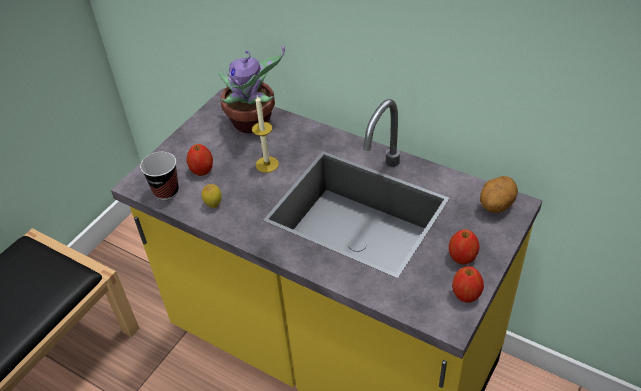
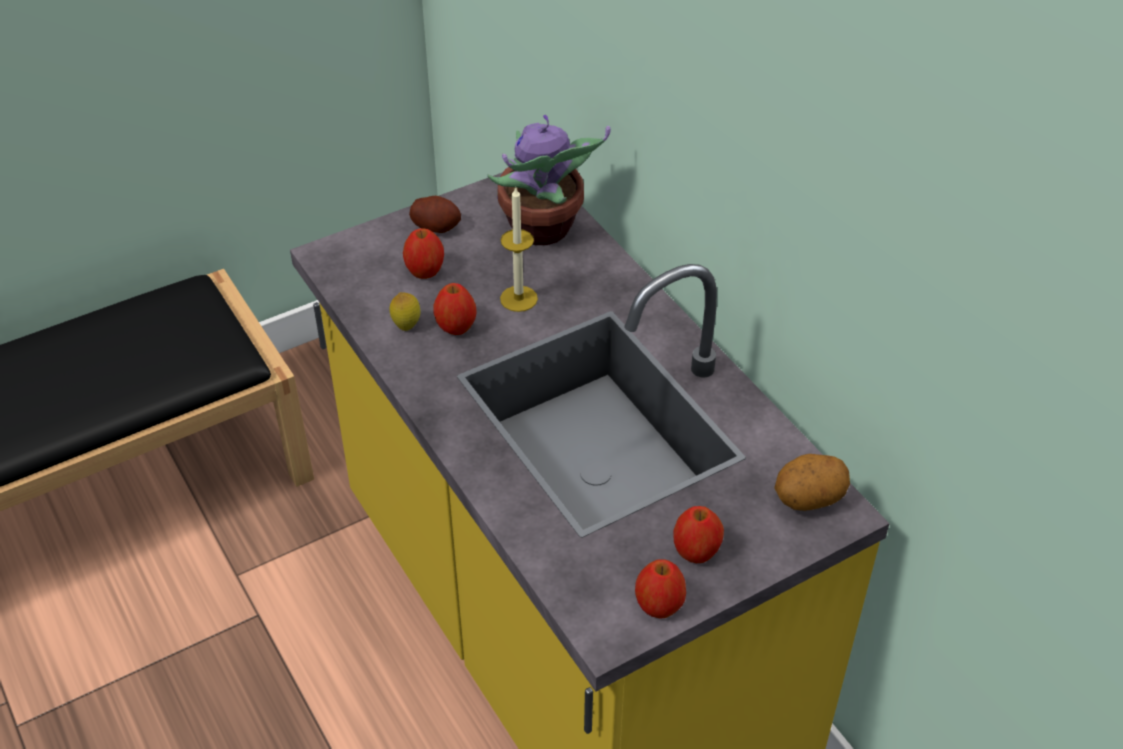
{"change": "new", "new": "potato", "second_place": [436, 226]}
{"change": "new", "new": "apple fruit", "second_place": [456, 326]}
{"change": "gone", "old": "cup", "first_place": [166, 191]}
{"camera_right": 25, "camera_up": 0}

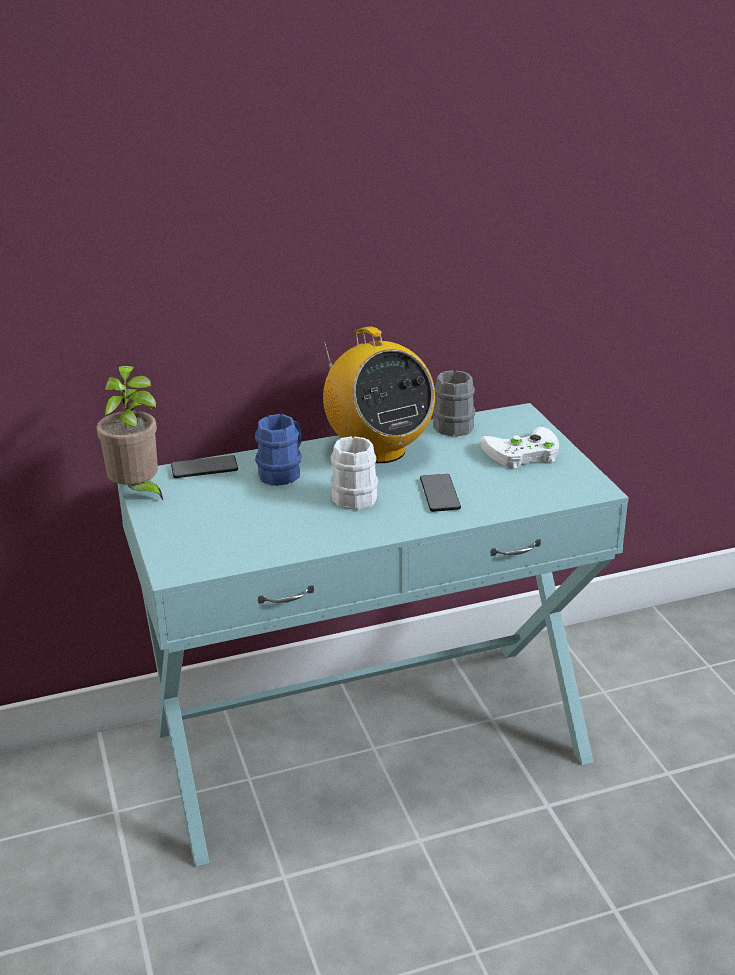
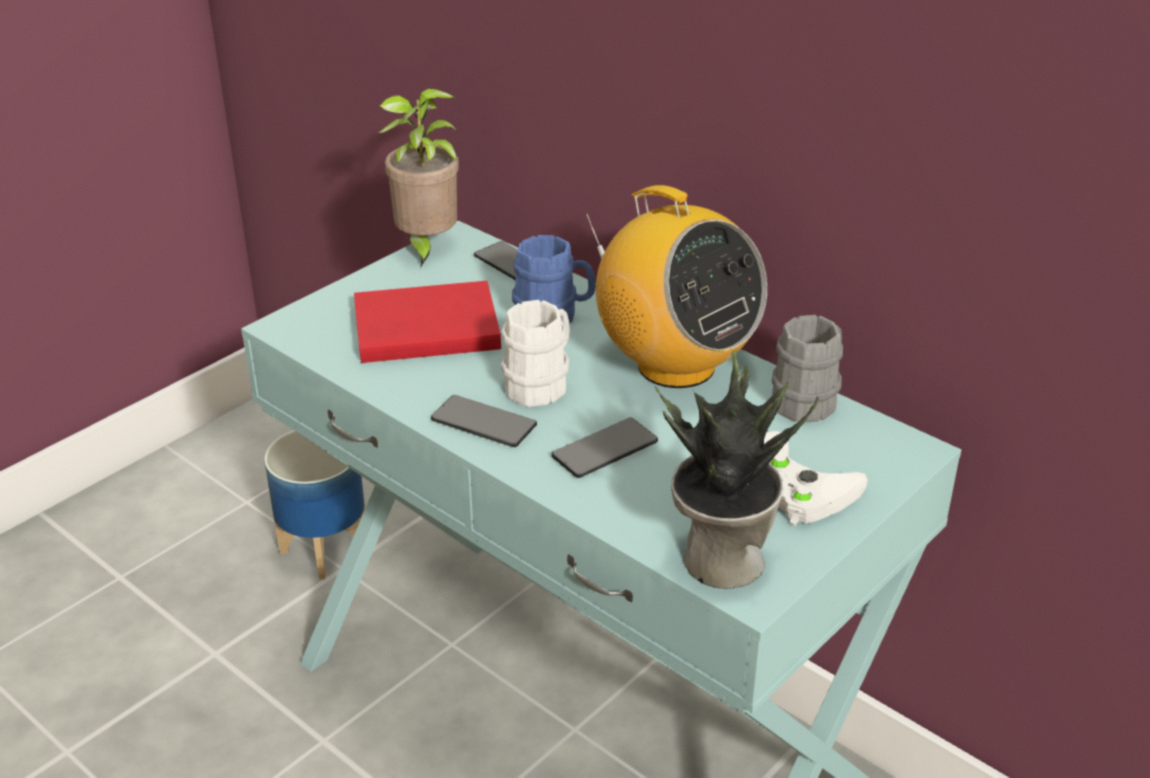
{"change": "new", "new": "plant pot", "second_place": [325, 548]}
{"change": "new", "new": "book (reddish)", "second_place": [422, 327]}
{"change": "new", "new": "telephone", "second_place": [484, 423]}
{"change": "rotated", "old": "radio", "first_place": [378, 450], "second_place": [674, 365], "degrees": -75}
{"change": "new", "new": "potted plant", "second_place": [719, 560]}
{"camera_right": 60, "camera_up": 5}

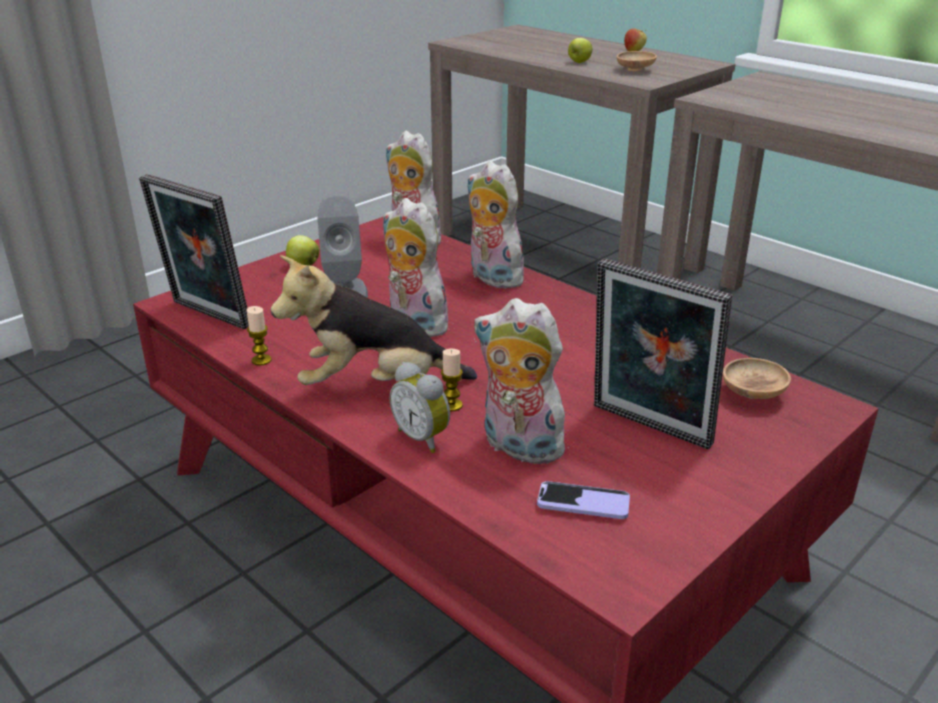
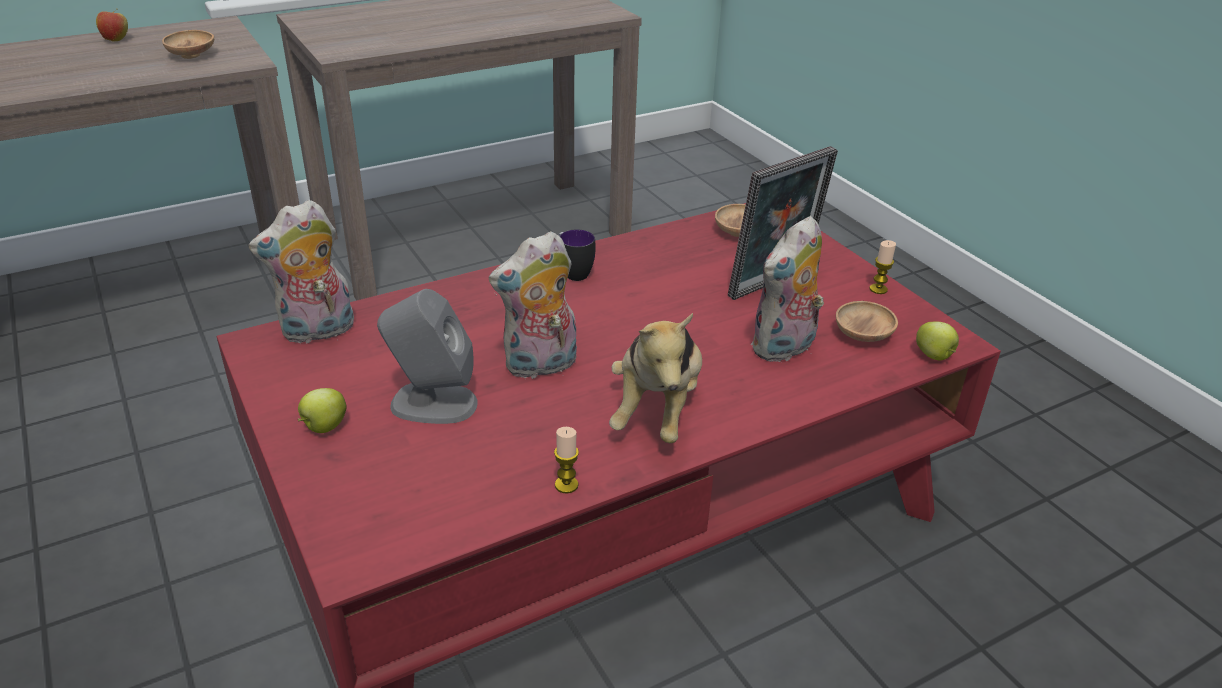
{"change": "new", "new": "tea mug", "second_place": [573, 272]}
{"change": "swapped", "old": "telephone", "new": "deep dish (brown)", "first_place": [583, 503], "second_place": [863, 335]}
{"change": "shifted", "old": "candle", "first_place": [452, 405], "second_place": [878, 289]}
{"change": "shifted", "old": "apple fruit", "first_place": [579, 62], "second_place": [934, 356]}
{"change": "gone", "old": "photo frame", "first_place": [206, 316]}
{"change": "gone", "old": "alarm clock", "first_place": [423, 438]}
{"change": "gone", "old": "plush toy", "first_place": [491, 278]}
{"camera_right": -75, "camera_up": 5}

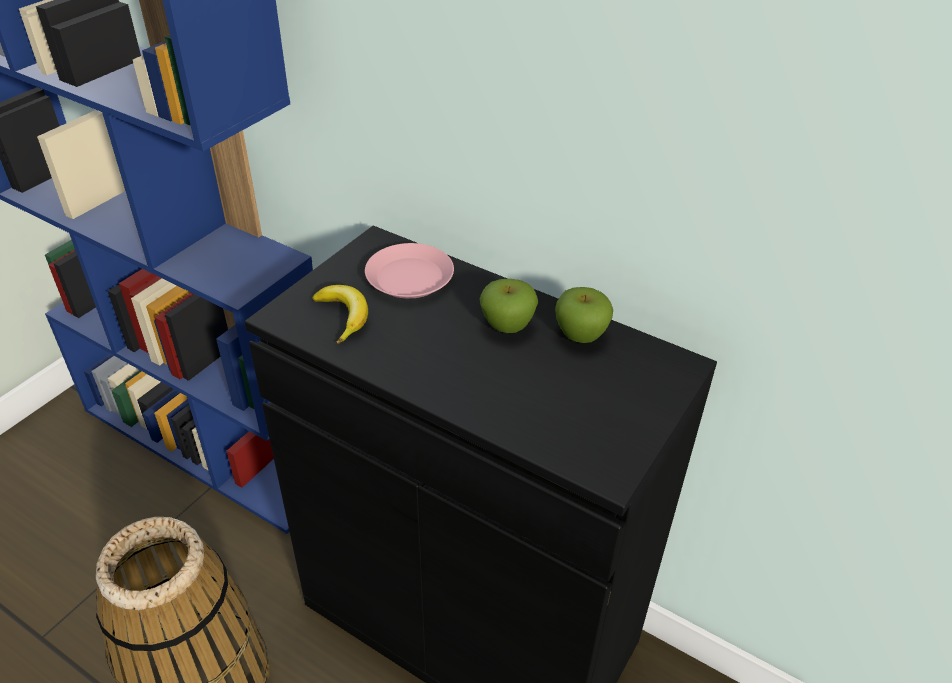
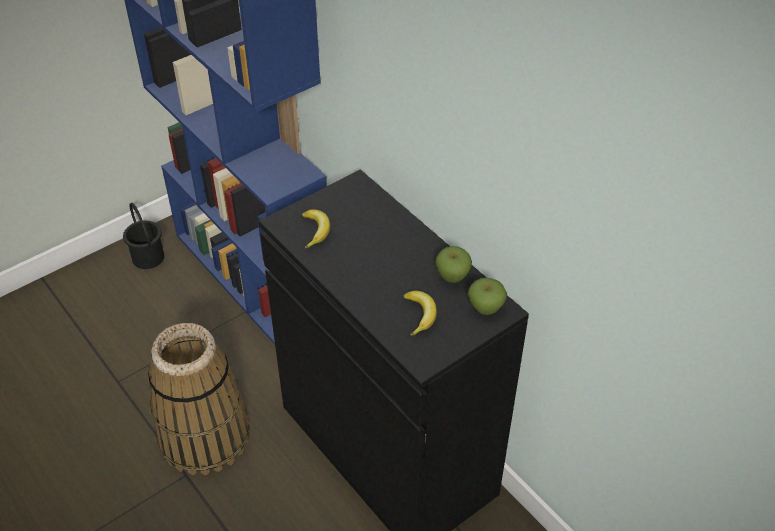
{"change": "new", "new": "bucket (blackish)", "second_place": [147, 258]}
{"change": "new", "new": "banana fruit", "second_place": [420, 315]}
{"change": "shifted", "old": "apple fruit", "first_place": [507, 326], "second_place": [485, 308]}
{"change": "gone", "old": "dinner plate (pinkish)", "first_place": [409, 278]}
{"camera_right": 20, "camera_up": 5}

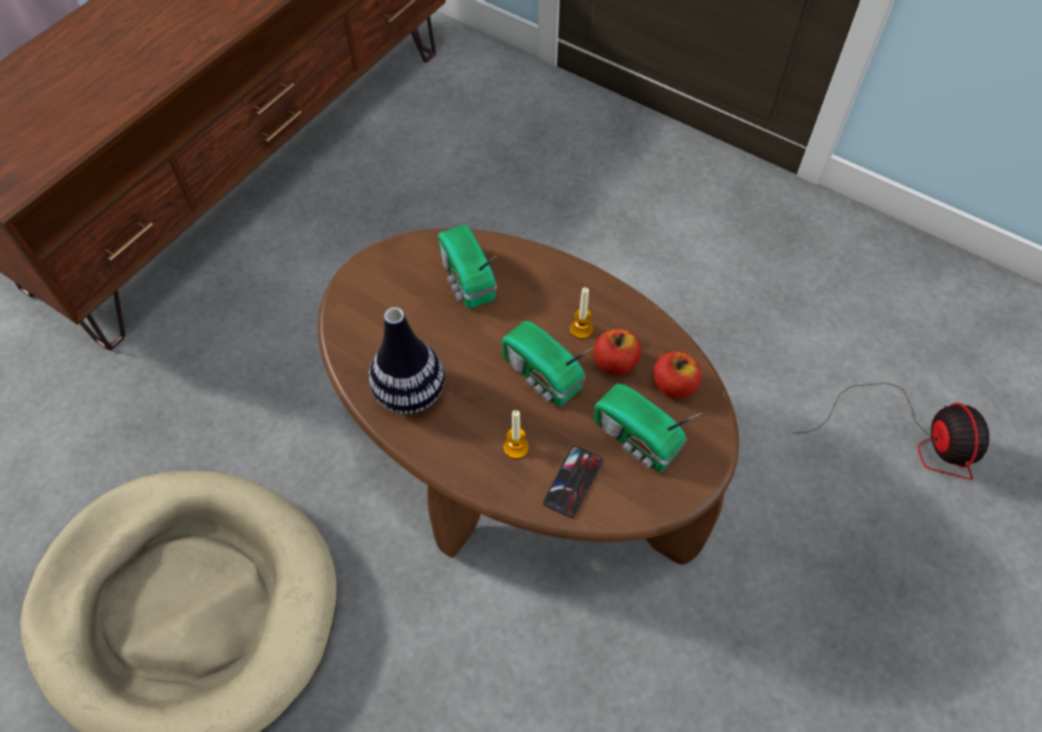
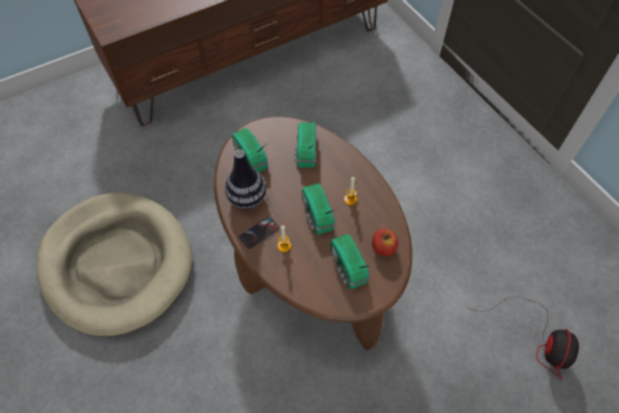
{"change": "new", "new": "radio", "second_place": [250, 158]}
{"change": "shifted", "old": "telephone", "first_place": [573, 481], "second_place": [259, 233]}
{"change": "gone", "old": "apple fruit", "first_place": [615, 362]}
{"camera_right": 25, "camera_up": 0}

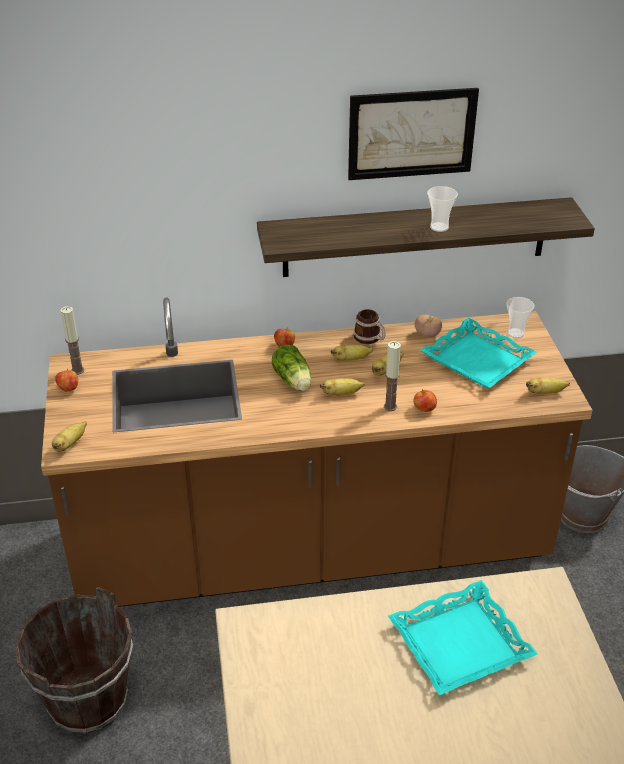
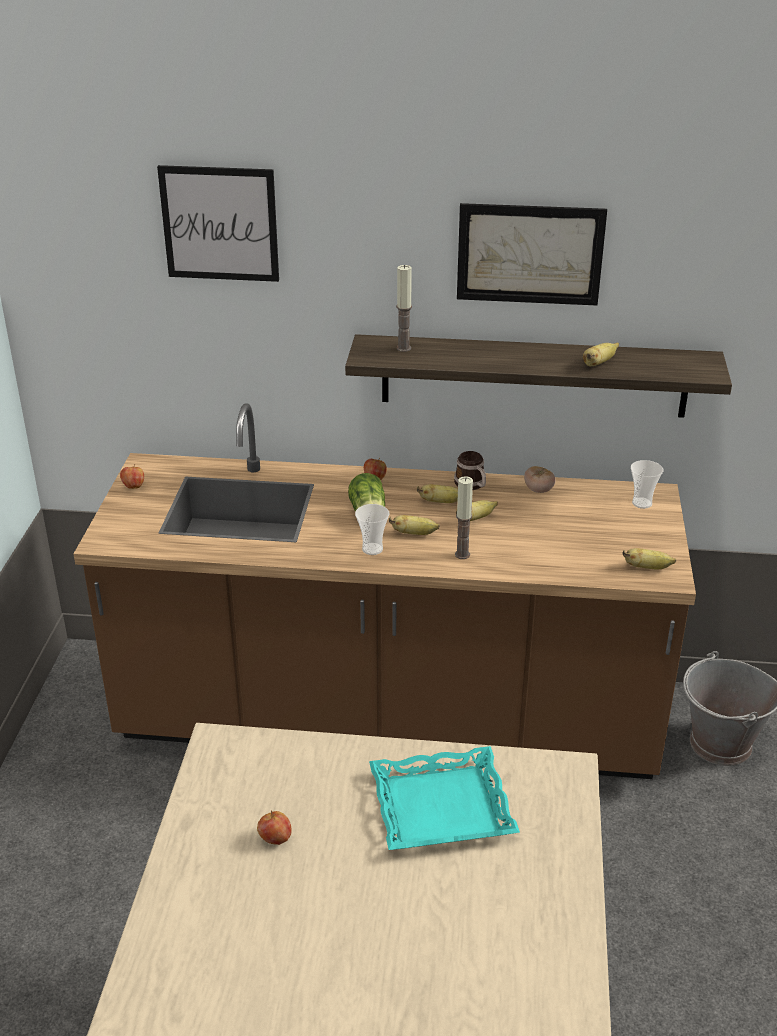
{"change": "new", "new": "picture", "second_place": [220, 224]}
{"change": "shifted", "old": "apple fruit", "first_place": [424, 409], "second_place": [275, 839]}
{"change": "shifted", "old": "cup", "first_place": [439, 227], "second_place": [372, 549]}
{"change": "shifted", "old": "candle", "first_place": [77, 370], "second_place": [404, 348]}
{"change": "shifted", "old": "banana fruit", "first_place": [70, 444], "second_place": [598, 363]}
{"change": "gone", "old": "bucket (brown)", "first_place": [87, 700]}
{"change": "gone", "old": "carrying tray (turquoise-coloured)", "first_place": [478, 360]}
{"camera_right": 15, "camera_up": -5}

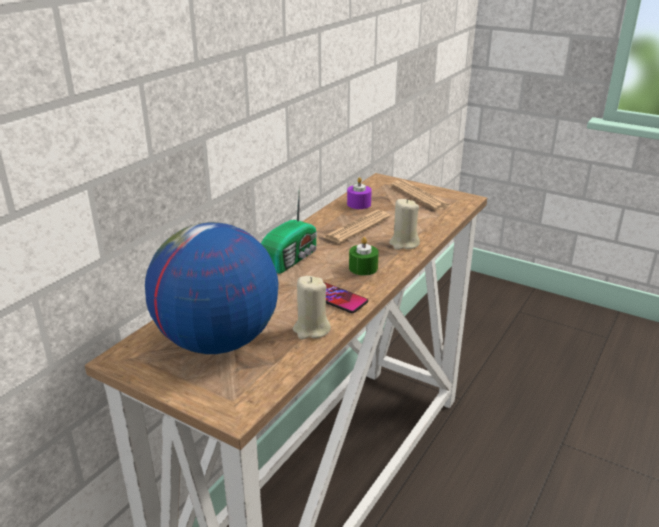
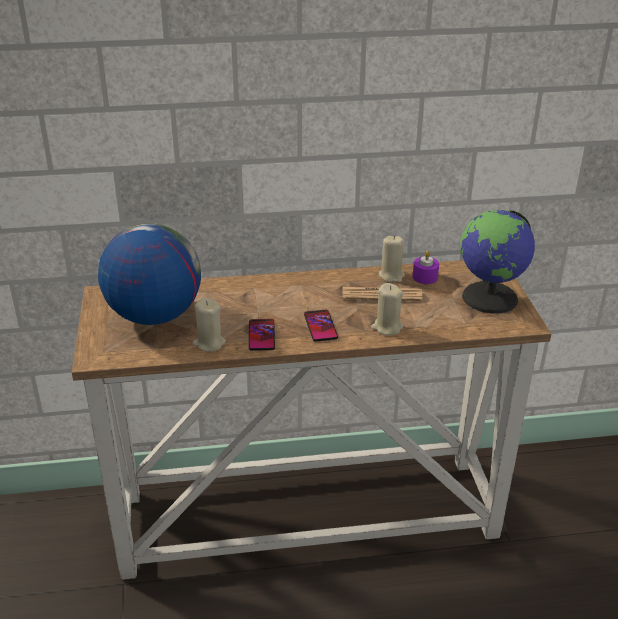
{"change": "swapped", "old": "candle (green)", "new": "telephone", "first_place": [363, 268], "second_place": [320, 326]}
{"change": "new", "new": "candle (beige-coloured)", "second_place": [391, 275]}
{"change": "swapped", "old": "newspaper", "new": "globe", "first_place": [420, 196], "second_place": [490, 298]}
{"change": "gone", "old": "radio", "first_place": [292, 259]}
{"camera_right": 50, "camera_up": 5}

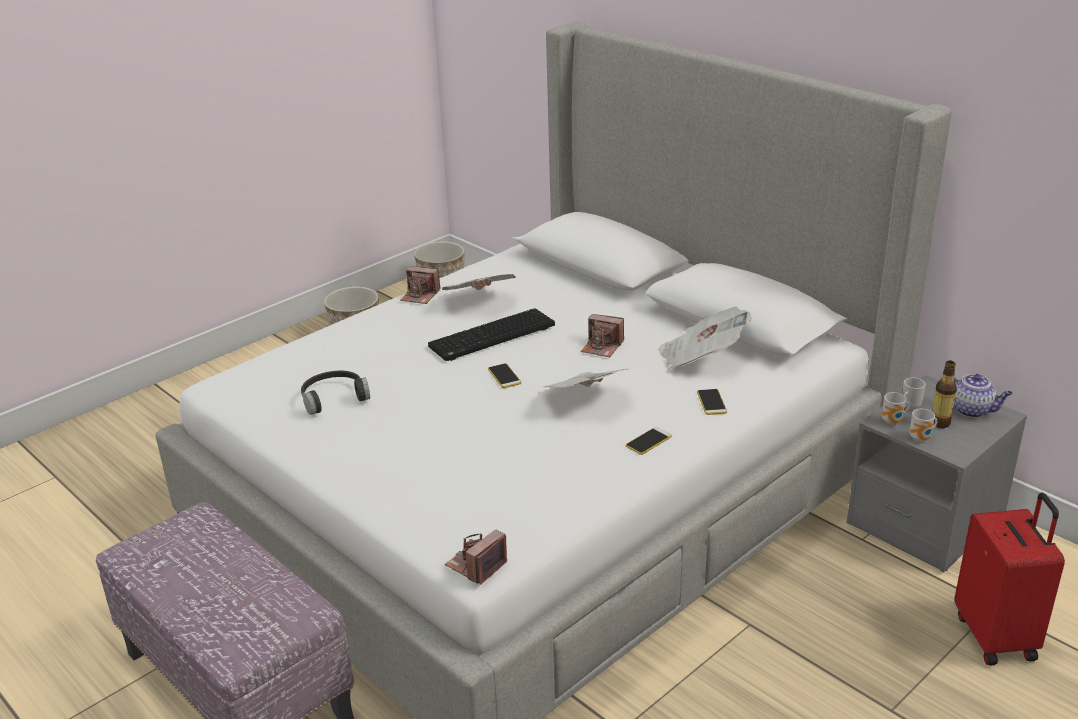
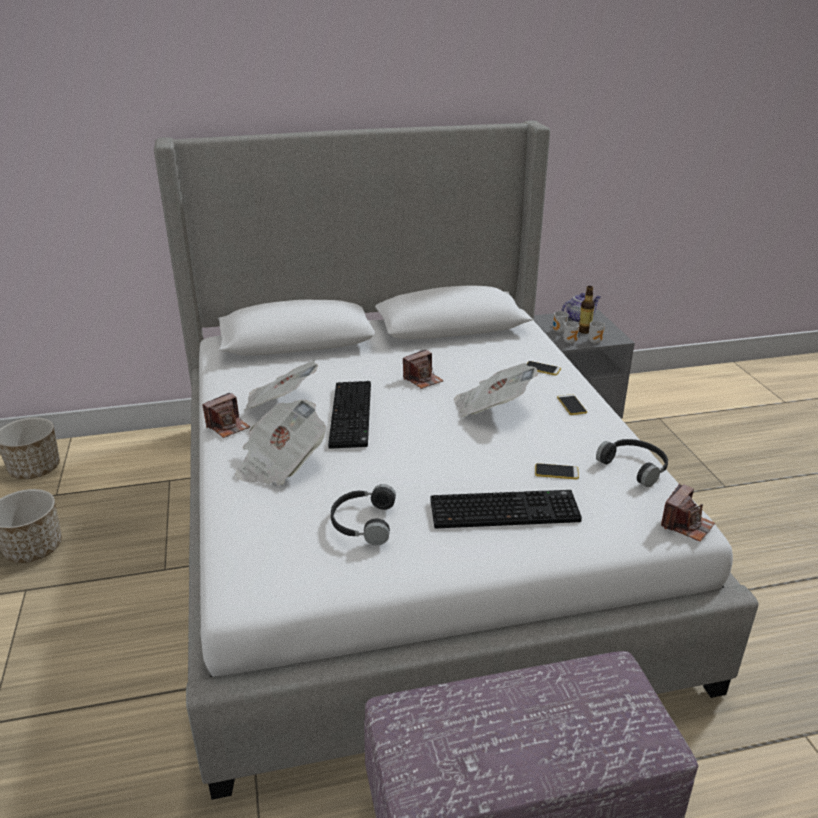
{"change": "shifted", "old": "newspaper", "first_place": [701, 358], "second_place": [280, 463]}
{"change": "new", "new": "keyboard", "second_place": [505, 509]}
{"change": "shifted", "old": "telephone", "first_place": [504, 376], "second_place": [556, 472]}
{"change": "new", "new": "headphones (blackish)", "second_place": [635, 466]}
{"change": "rotated", "old": "photo camera", "first_place": [476, 565], "second_place": [686, 525], "degrees": -120}
{"change": "gone", "old": "suitcase (reddish)", "first_place": [997, 636]}
{"camera_right": -60, "camera_up": 0}

